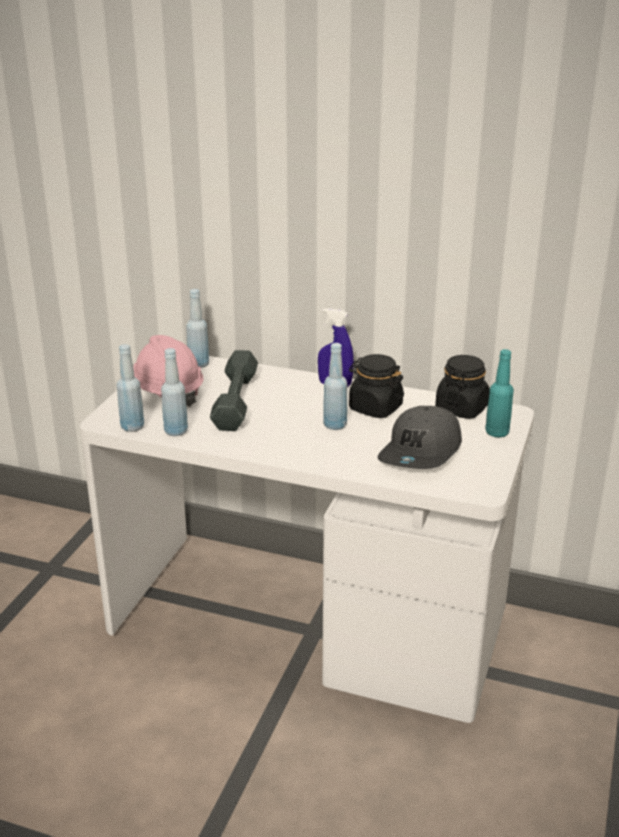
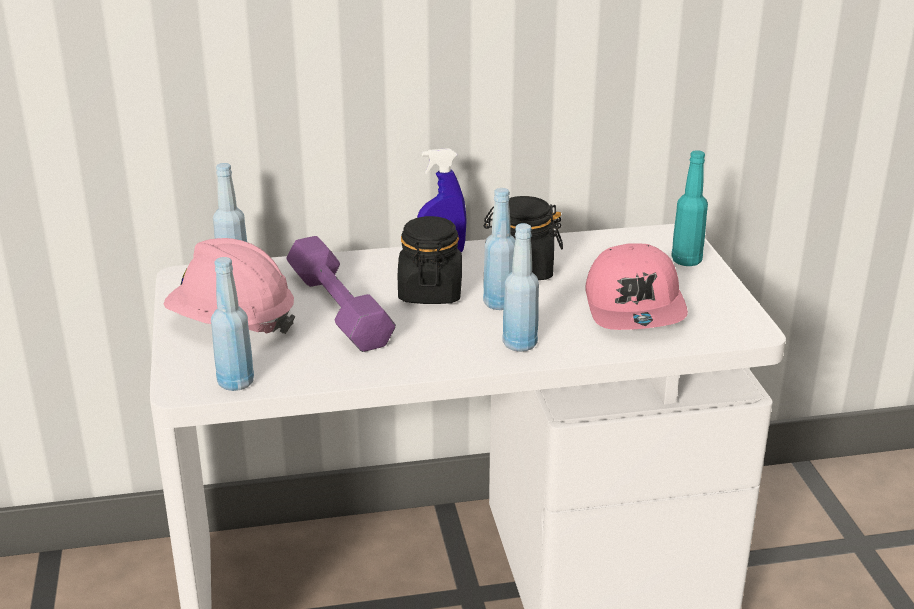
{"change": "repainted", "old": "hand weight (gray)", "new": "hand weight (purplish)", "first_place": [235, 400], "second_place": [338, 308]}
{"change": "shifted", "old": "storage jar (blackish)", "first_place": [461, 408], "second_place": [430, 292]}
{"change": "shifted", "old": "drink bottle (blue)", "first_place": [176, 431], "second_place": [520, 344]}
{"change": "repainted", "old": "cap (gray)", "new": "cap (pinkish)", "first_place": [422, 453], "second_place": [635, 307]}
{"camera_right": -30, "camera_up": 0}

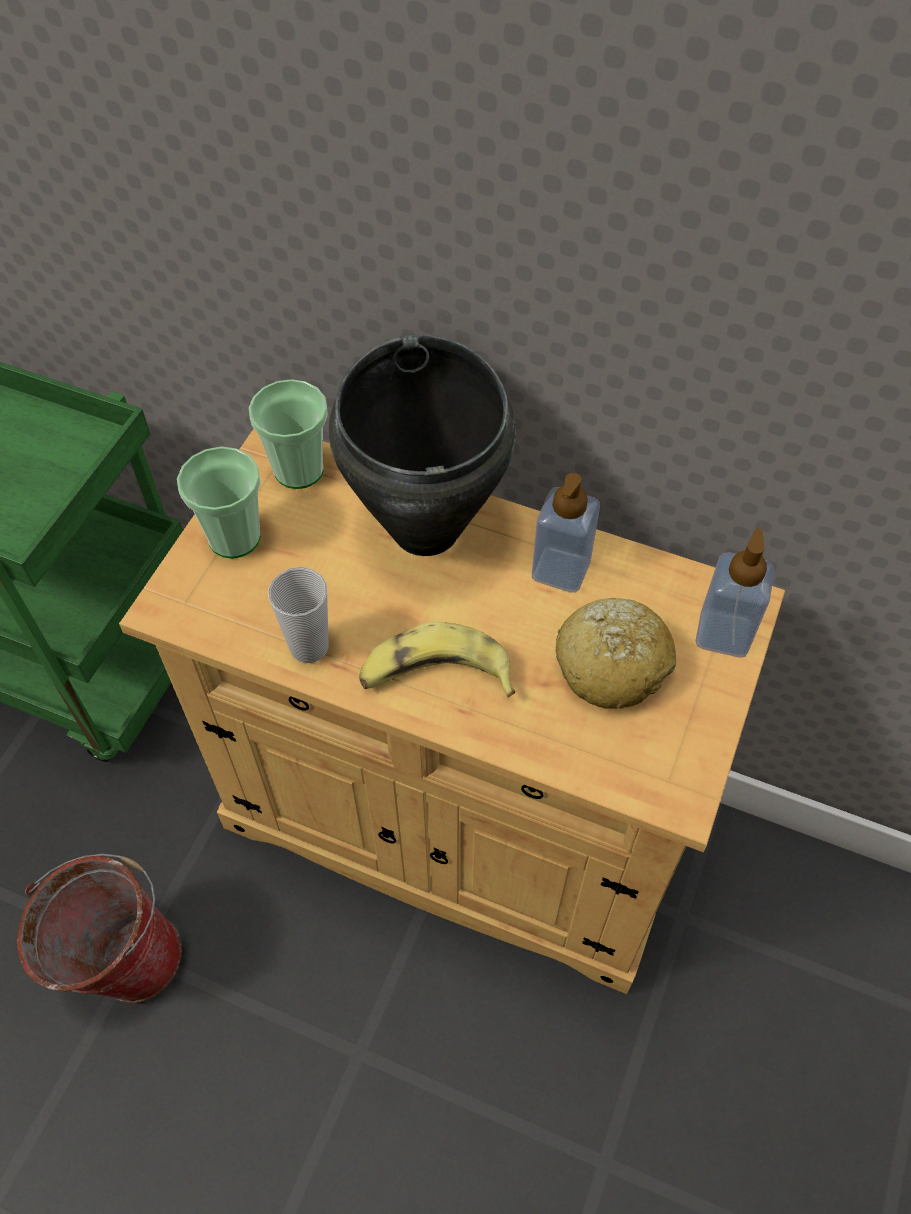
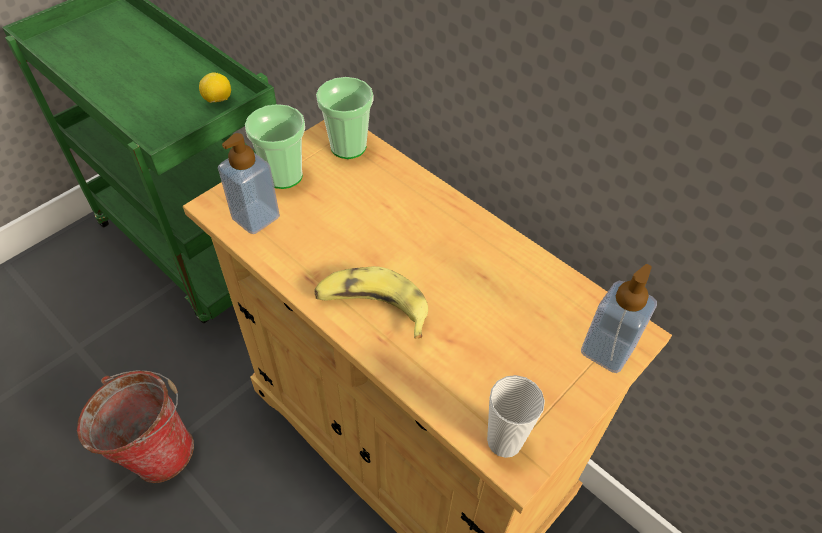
{"change": "new", "new": "citrus fruit", "second_place": [218, 100]}
{"change": "shifted", "old": "liquid soap bottle", "first_place": [560, 569], "second_place": [255, 217]}
{"change": "shifted", "old": "cup", "first_place": [309, 647], "second_place": [504, 441]}
{"change": "gone", "old": "cooking pot (blackish)", "first_place": [427, 528]}
{"change": "gone", "old": "bread", "first_place": [612, 663]}
{"camera_right": 20, "camera_up": -5}

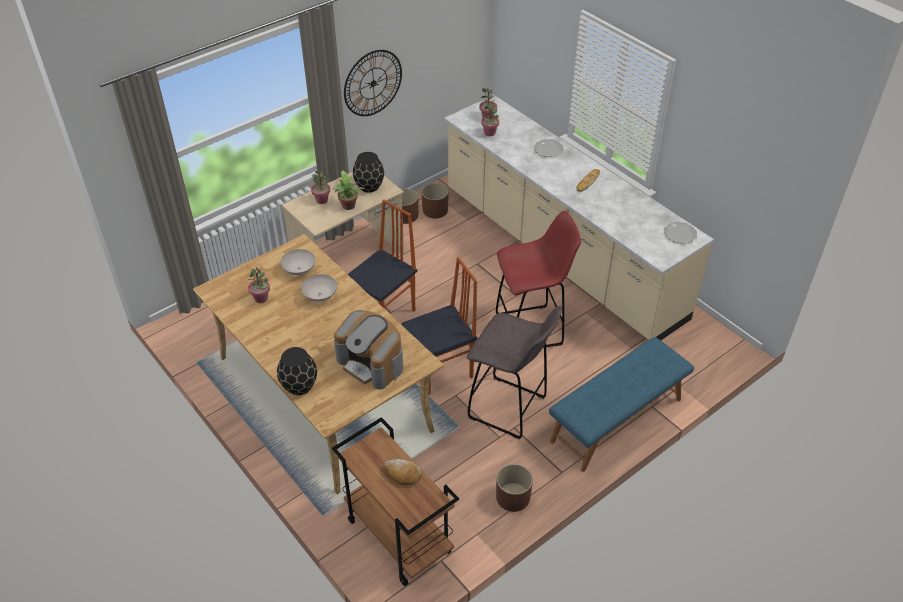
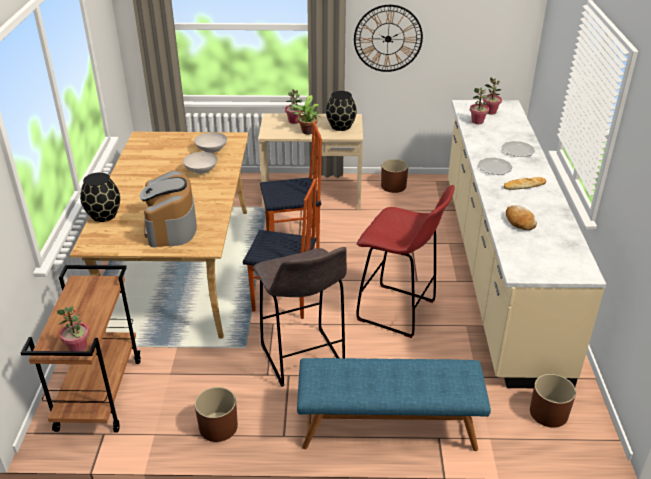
{"change": "shifted", "old": "potted plant", "first_place": [261, 298], "second_place": [78, 348]}
{"change": "shifted", "old": "dinner plate", "first_place": [680, 234], "second_place": [494, 168]}
{"change": "shifted", "old": "bread", "first_place": [402, 474], "second_place": [519, 222]}
{"change": "shifted", "old": "plant pot (brown)", "first_place": [435, 210], "second_place": [549, 413]}
{"camera_right": 40, "camera_up": -10}

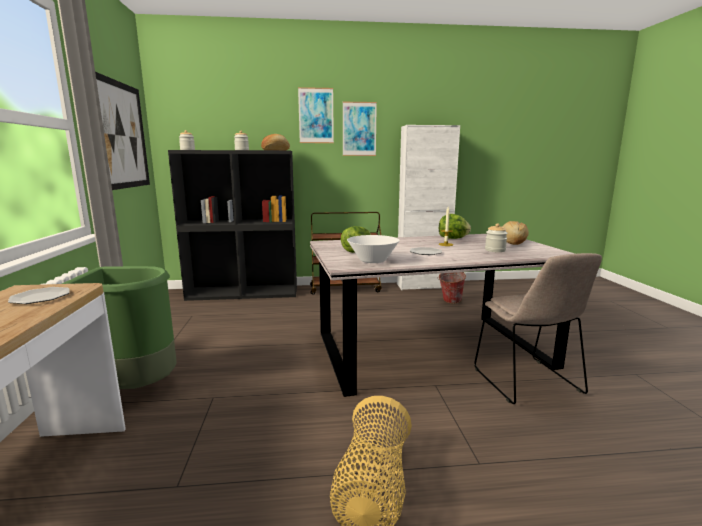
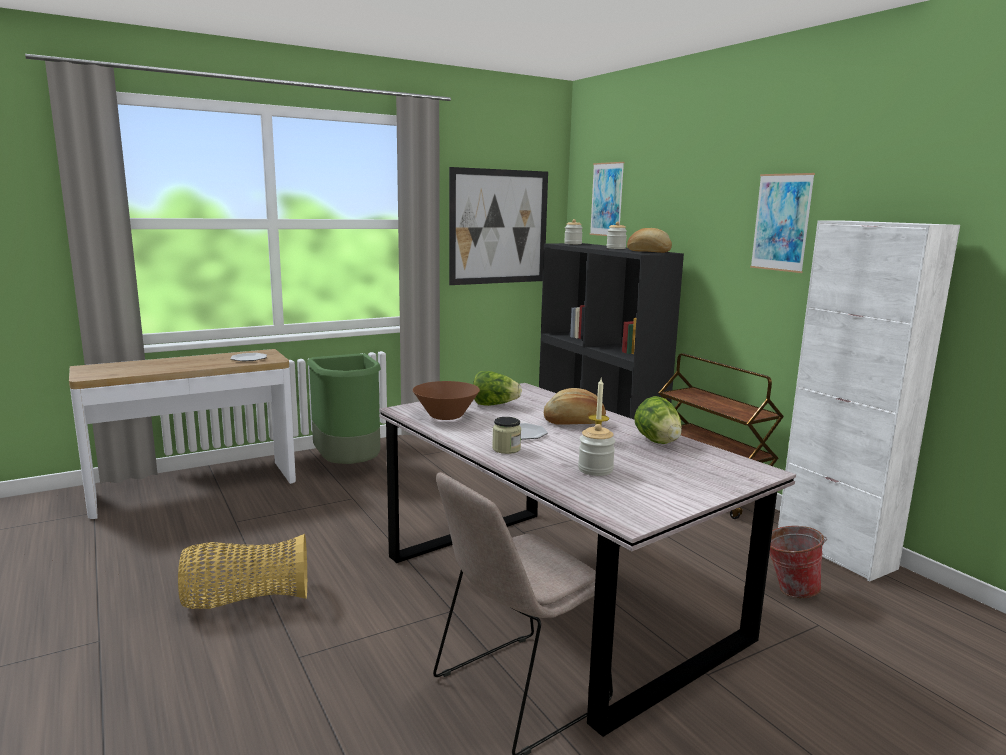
{"change": "repainted", "old": "deep dish (whitish)", "new": "deep dish (brown)", "first_place": [373, 261], "second_place": [446, 416]}
{"change": "new", "new": "storage jar", "second_place": [506, 449]}
{"change": "shifted", "old": "bread", "first_place": [512, 242], "second_place": [574, 422]}
{"change": "shifted", "old": "picture", "first_place": [316, 115], "second_place": [607, 199]}
{"camera_right": 65, "camera_up": 0}

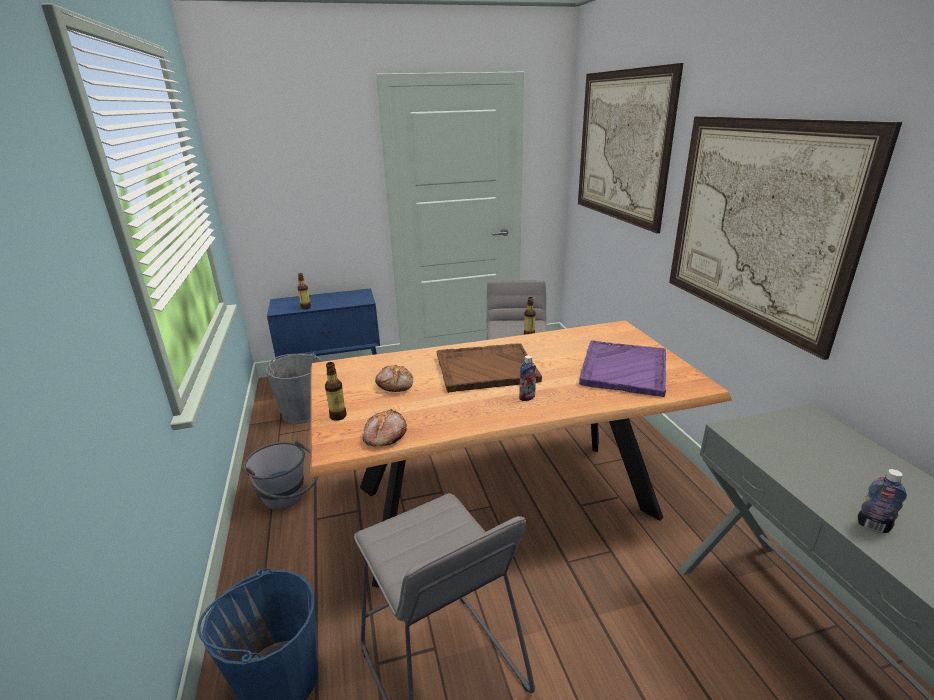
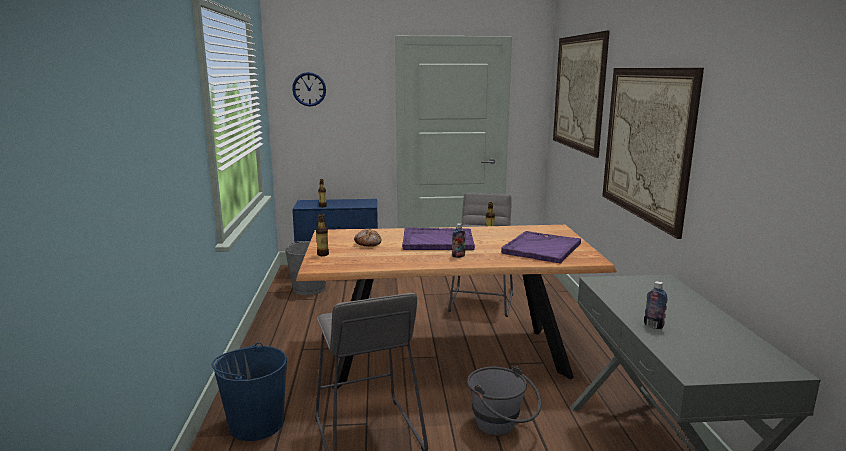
{"change": "new", "new": "hanging clock", "second_place": [309, 89]}
{"change": "repainted", "old": "carrying tray (brown)", "new": "carrying tray (purplish)", "first_place": [485, 369], "second_place": [437, 241]}
{"change": "shifted", "old": "bucket (gray)", "first_place": [288, 500], "second_place": [502, 428]}
{"change": "gone", "old": "bread", "first_place": [384, 435]}
{"camera_right": 10, "camera_up": -10}

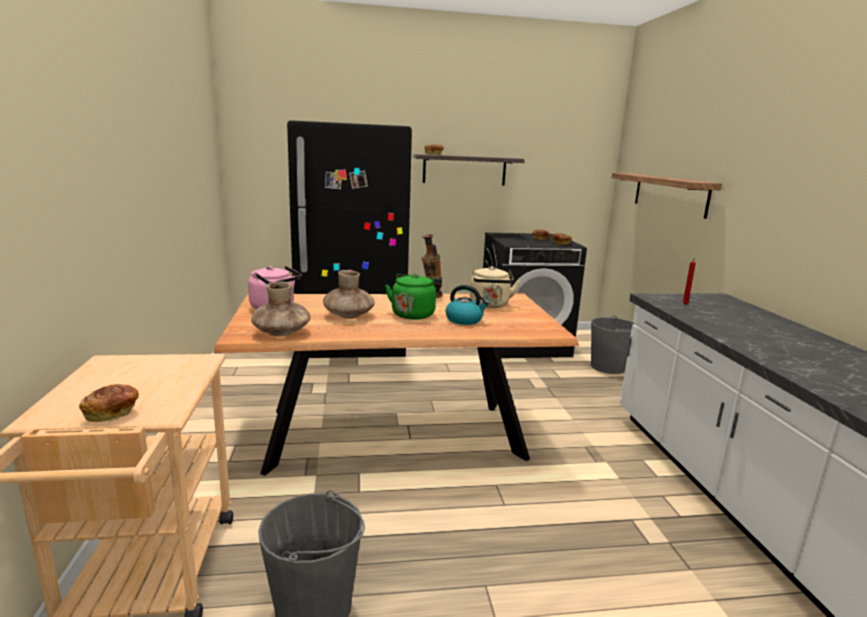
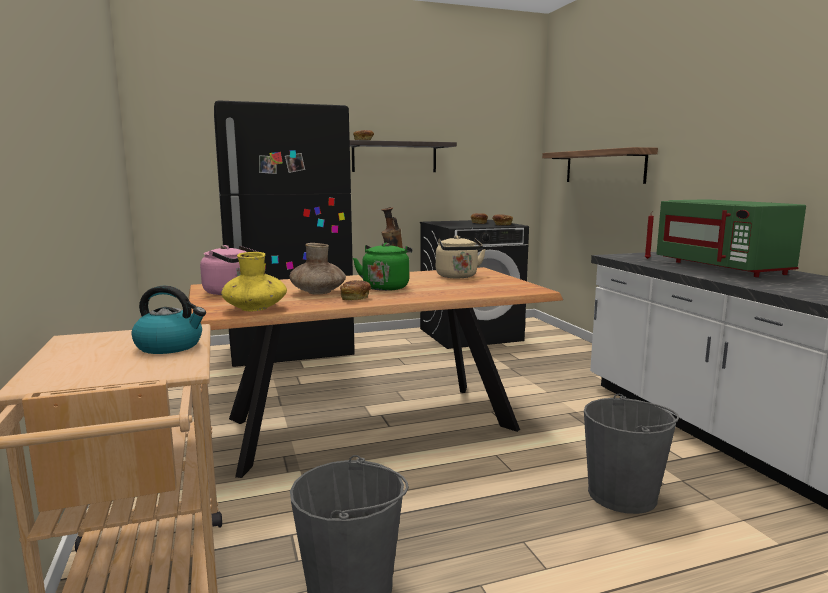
{"change": "shifted", "old": "tea kettle", "first_place": [464, 320], "second_place": [170, 346]}
{"change": "repainted", "old": "flower vase (brown)", "new": "flower vase (yellow)", "first_place": [281, 332], "second_place": [255, 309]}
{"change": "shifted", "old": "bread", "first_place": [112, 413], "second_place": [355, 298]}
{"change": "shifted", "old": "bucket (gray)", "first_place": [608, 367], "second_place": [623, 495]}
{"change": "new", "new": "kitchen microwave (green)", "second_place": [722, 268]}
{"camera_right": -10, "camera_up": -5}

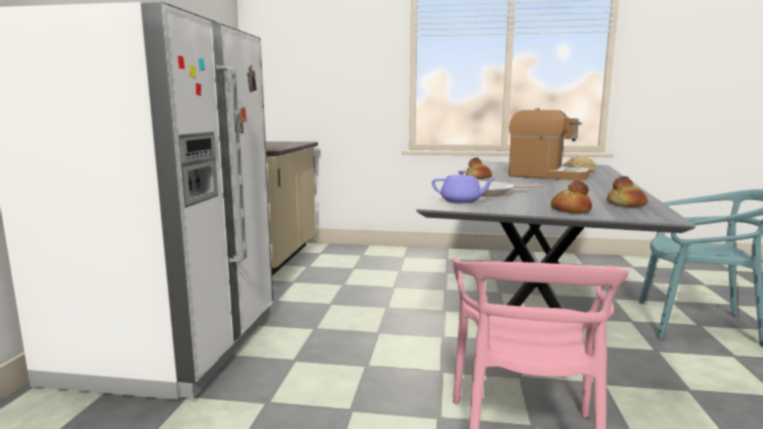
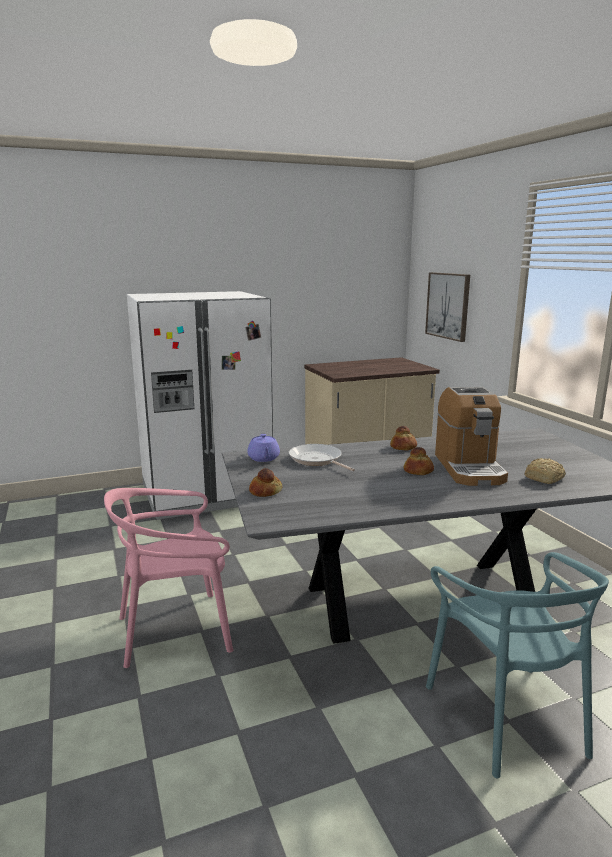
{"change": "shifted", "old": "bread", "first_place": [626, 204], "second_place": [419, 471]}
{"change": "new", "new": "picture", "second_place": [448, 305]}
{"camera_right": 60, "camera_up": 5}

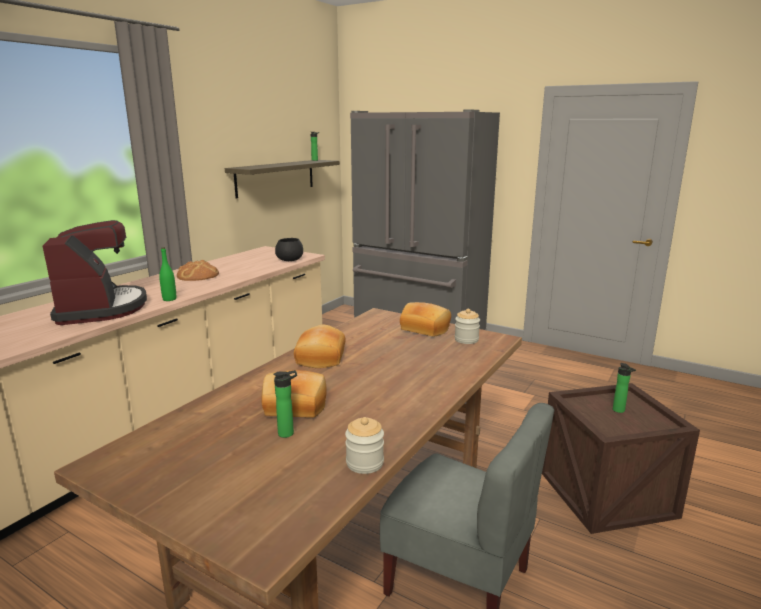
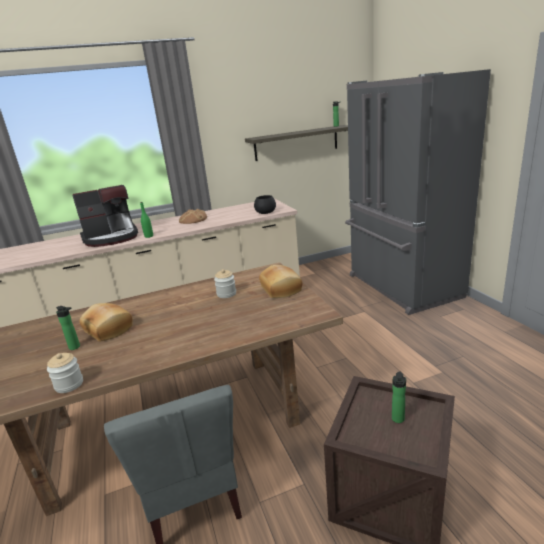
{"change": "rotated", "old": "coffee machine", "first_place": [101, 308], "second_place": [111, 238], "degrees": 45}
{"change": "shifted", "old": "storage jar", "first_place": [466, 339], "second_place": [226, 294]}
{"change": "gone", "old": "bread", "first_place": [319, 357]}
{"camera_right": 40, "camera_up": 5}

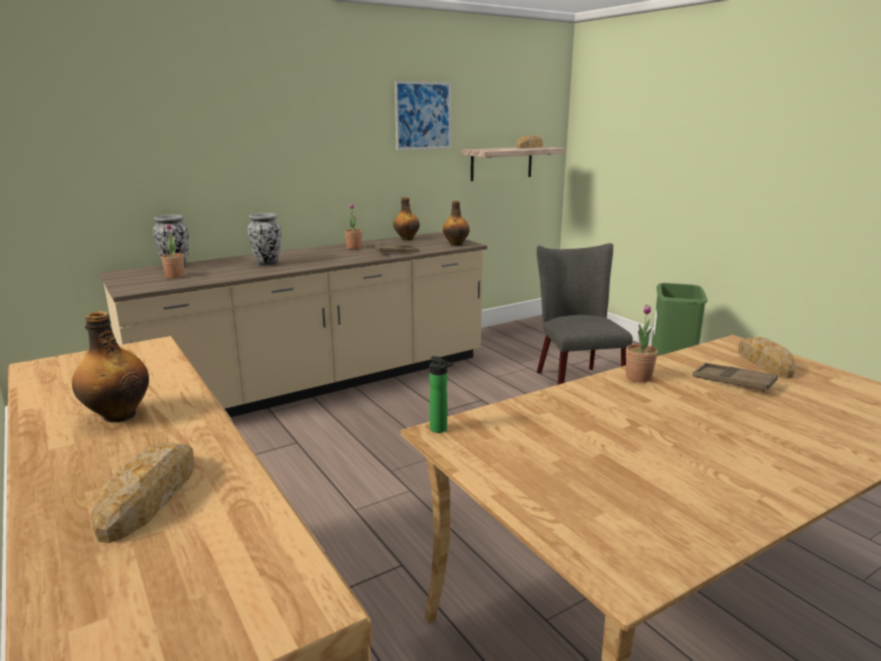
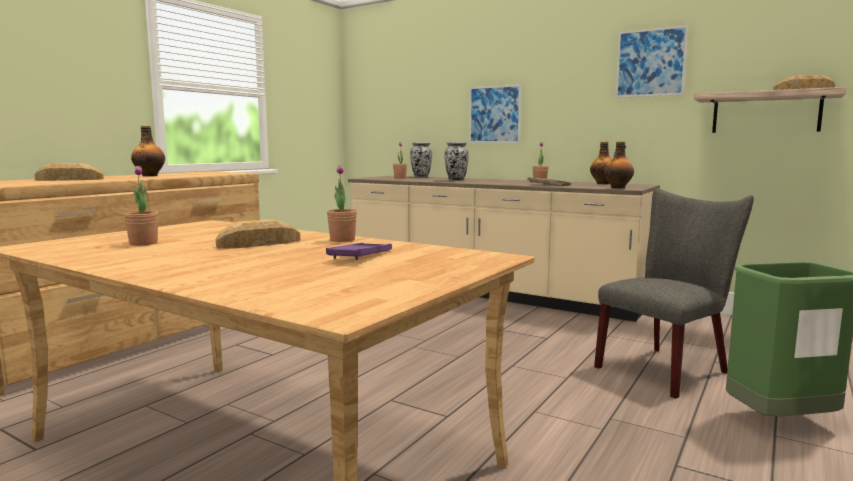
{"change": "new", "new": "potted plant", "second_place": [143, 243]}
{"change": "shifted", "old": "bread", "first_place": [764, 362], "second_place": [259, 243]}
{"change": "repainted", "old": "carrying tray (brown)", "new": "carrying tray (purplish)", "first_place": [733, 382], "second_place": [360, 256]}
{"change": "new", "new": "picture", "second_place": [494, 114]}
{"change": "gone", "old": "drink bottle", "first_place": [440, 430]}
{"camera_right": 65, "camera_up": -10}

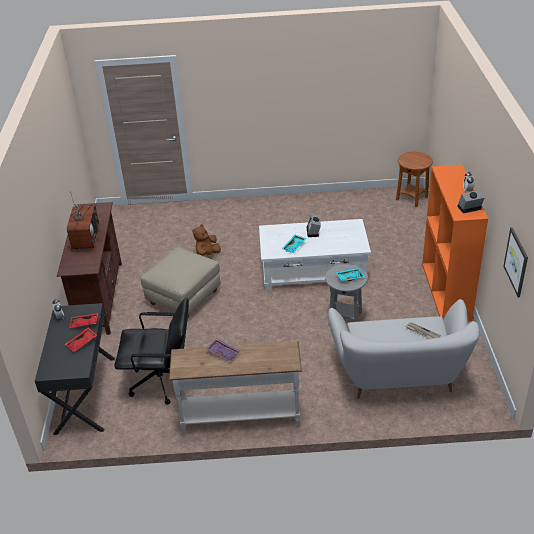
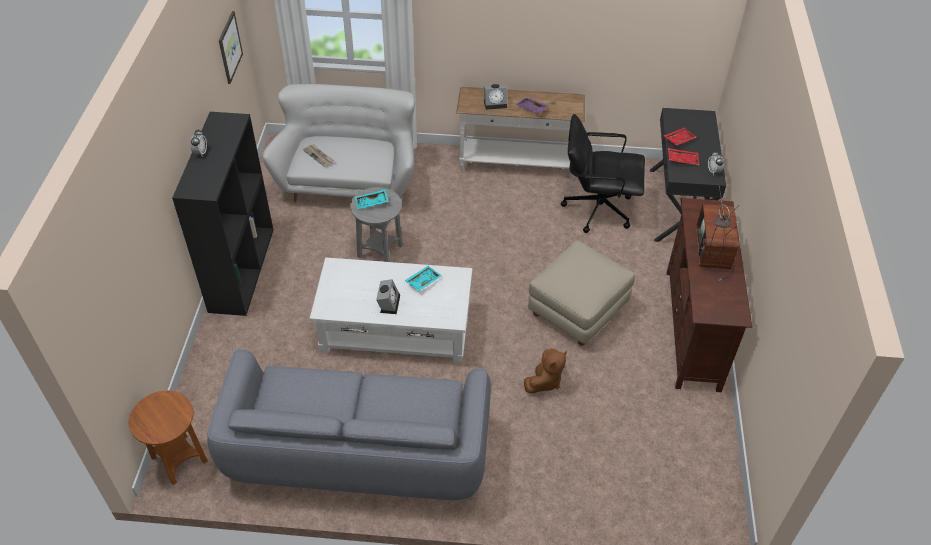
{"change": "repainted", "old": "bookcase (orange-coloured)", "new": "bookcase (blackish)", "first_place": [446, 292], "second_place": [241, 269]}
{"change": "new", "new": "sofa (gray)", "second_place": [358, 453]}
{"change": "shifted", "old": "alarm clock", "first_place": [469, 208], "second_place": [495, 103]}
{"camera_right": -175, "camera_up": 10}

